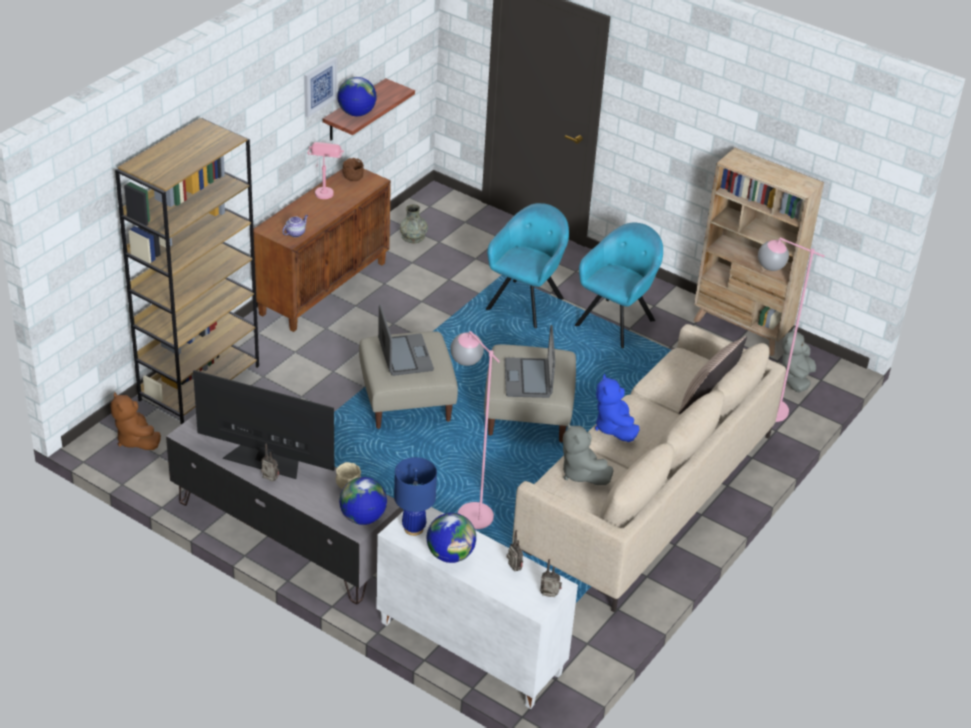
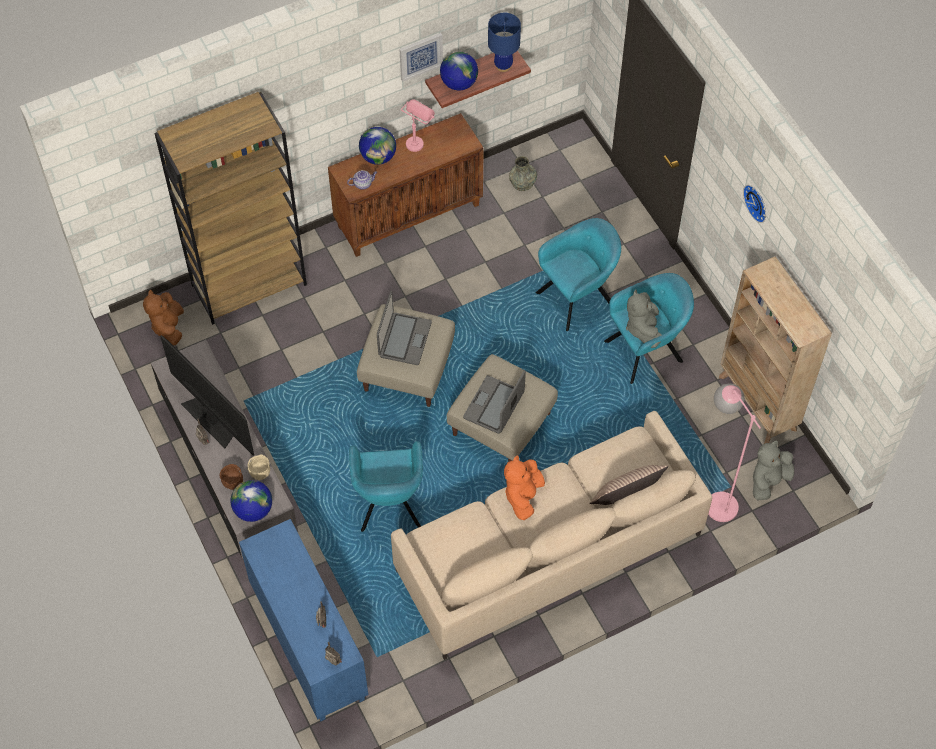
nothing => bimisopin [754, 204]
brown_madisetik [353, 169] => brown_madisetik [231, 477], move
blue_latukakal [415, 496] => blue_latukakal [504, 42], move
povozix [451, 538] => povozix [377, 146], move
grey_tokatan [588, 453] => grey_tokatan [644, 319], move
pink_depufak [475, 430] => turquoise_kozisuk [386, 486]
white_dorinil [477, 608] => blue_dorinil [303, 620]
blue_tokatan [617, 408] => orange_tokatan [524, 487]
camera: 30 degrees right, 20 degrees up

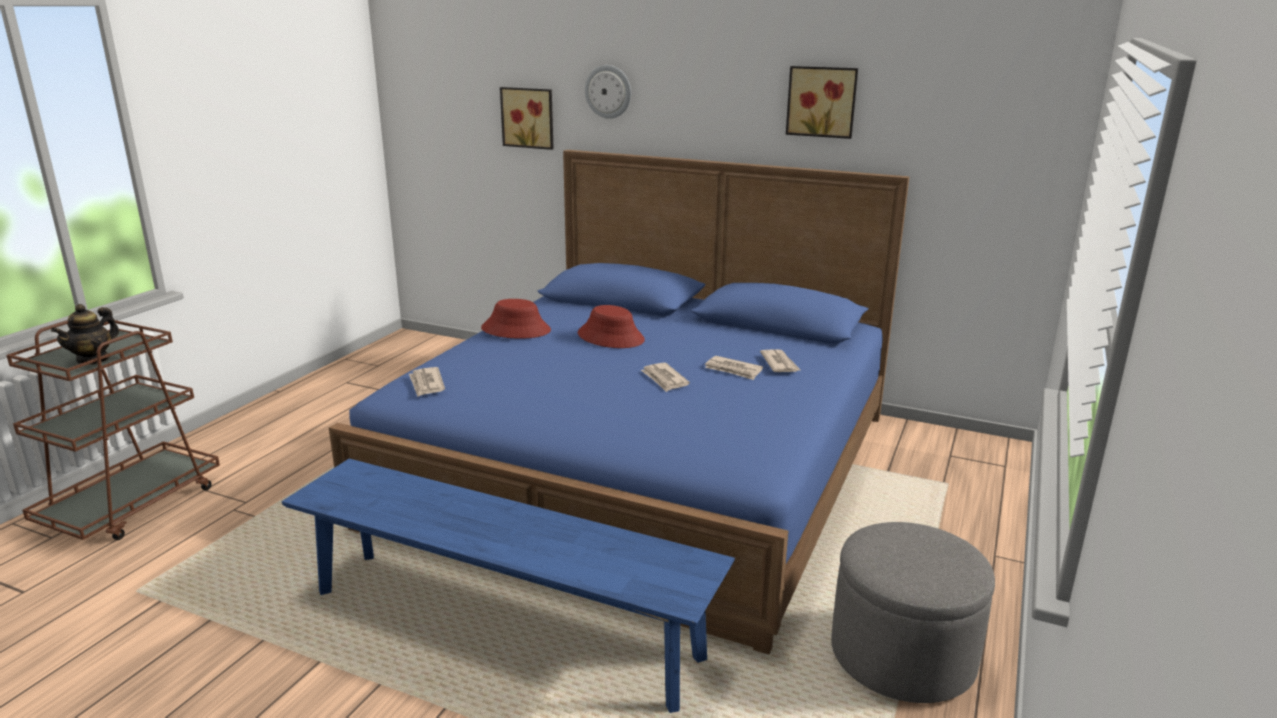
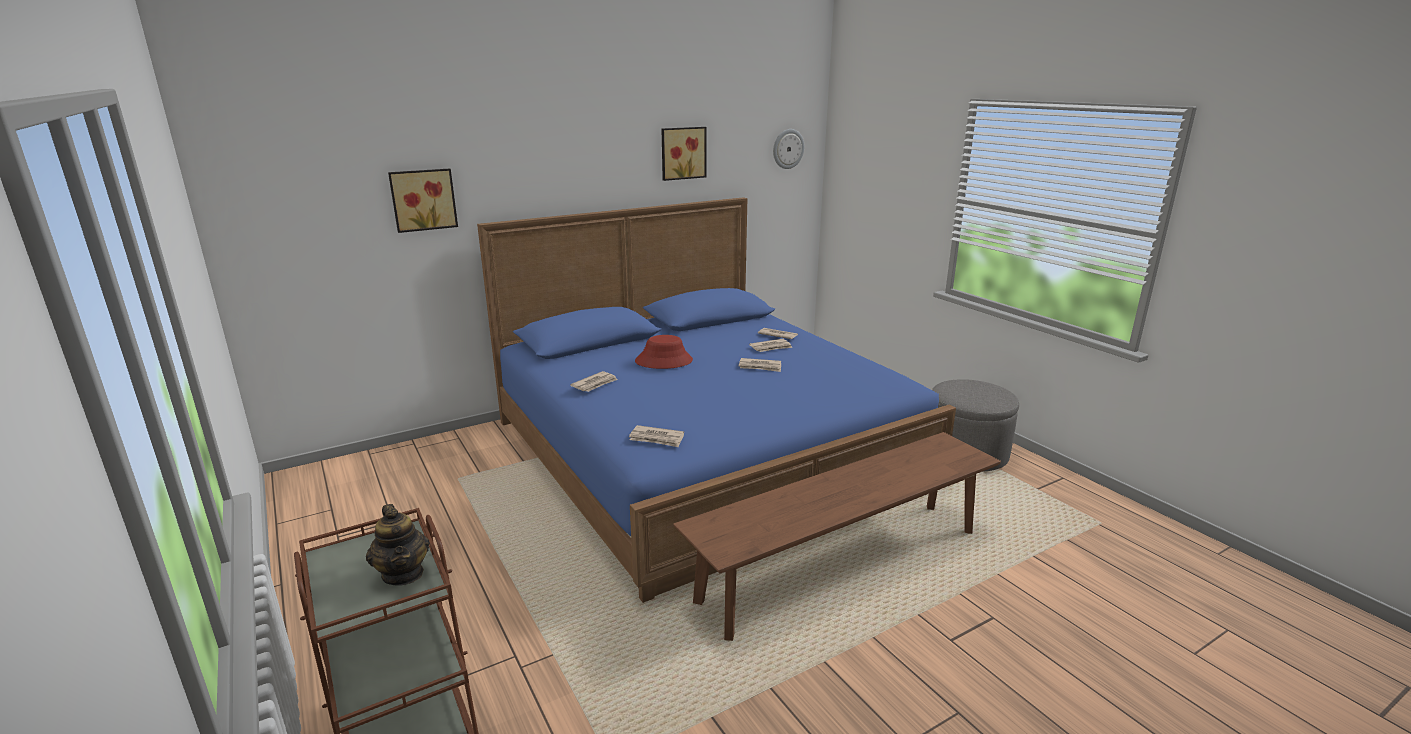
bimisopin [608, 92] => bimisopin [789, 149], move
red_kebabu [516, 319] => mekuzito [594, 381]
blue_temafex [508, 586] => brown_temafex [837, 536]
camera: 55 degrees left, 0 degrees up

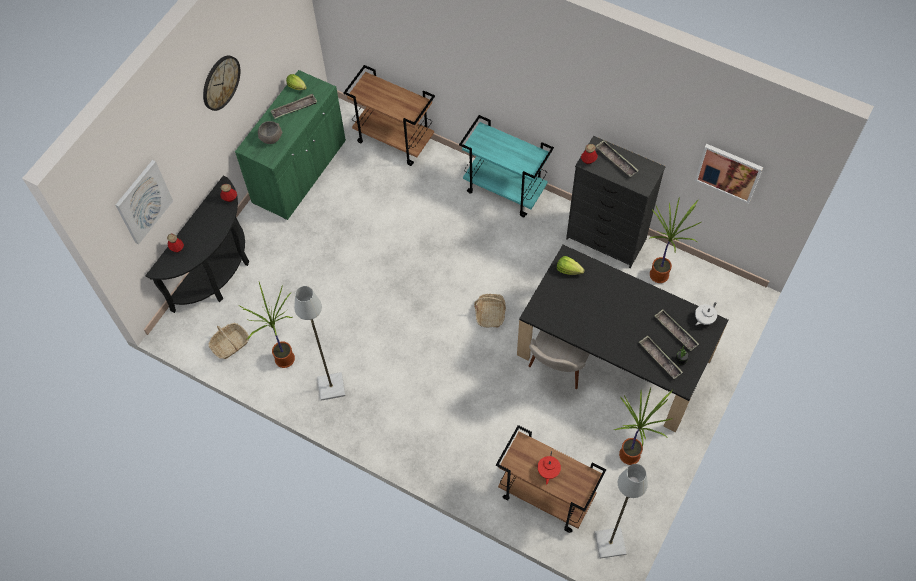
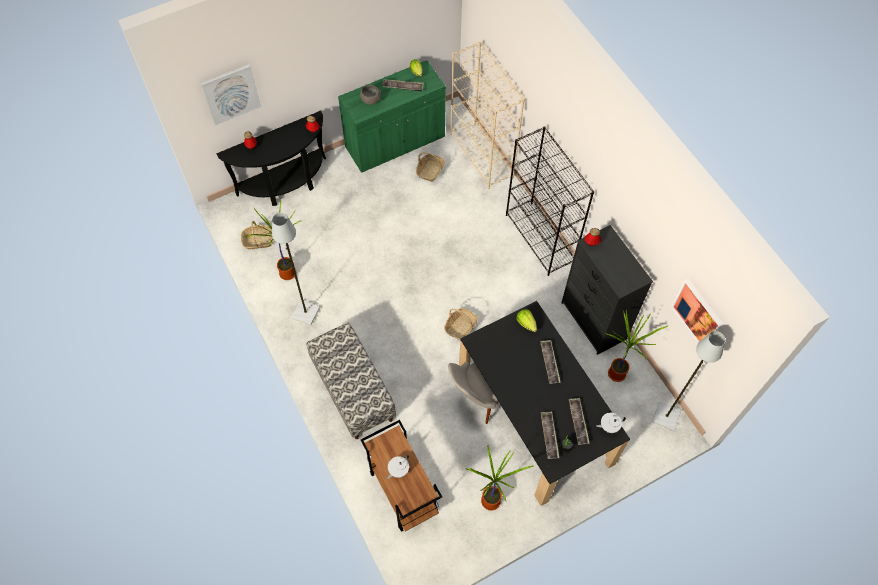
bimisopin [221, 83] => nothing
nothing => temafex [351, 381]
nothing => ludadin [430, 167]
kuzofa [616, 158] => kuzofa [550, 362], move
grey_depufak [621, 511] => grey_depufak [688, 381], move
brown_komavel [389, 115] => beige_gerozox [487, 115]
turquoise_komavel [506, 166] => black_gerozox [550, 201]
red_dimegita [549, 468] => white_dimegita [398, 467]
camera: 30 degrees right, 0 degrees up

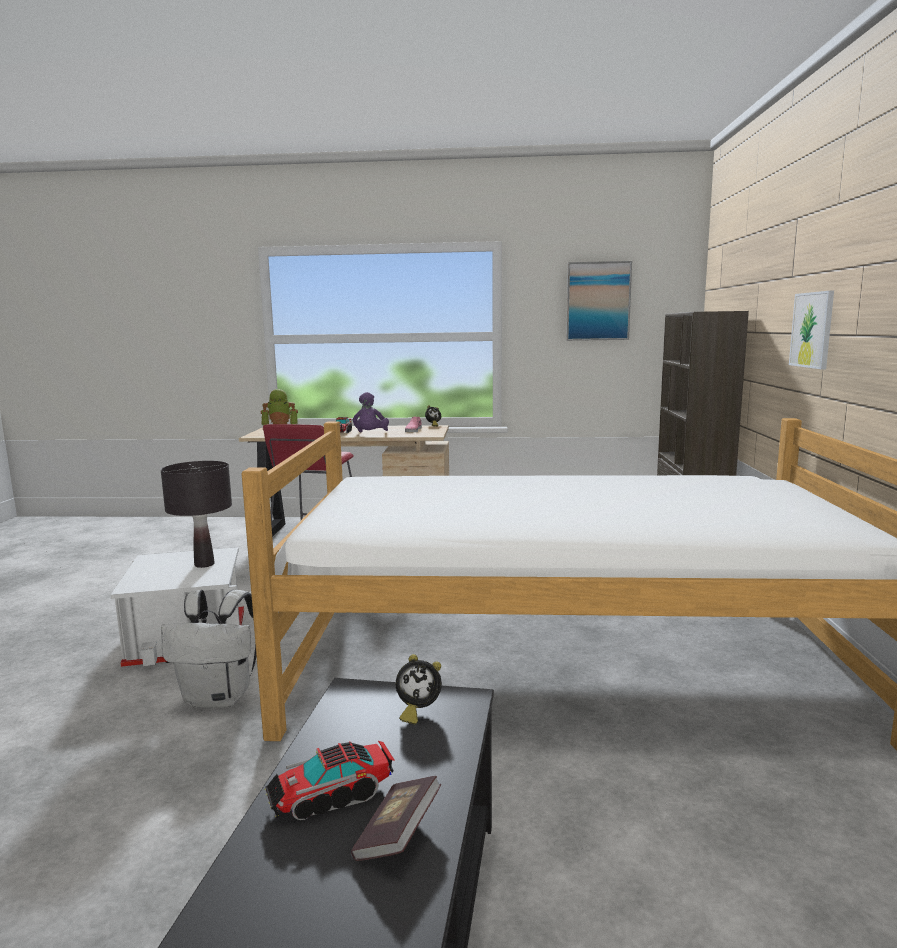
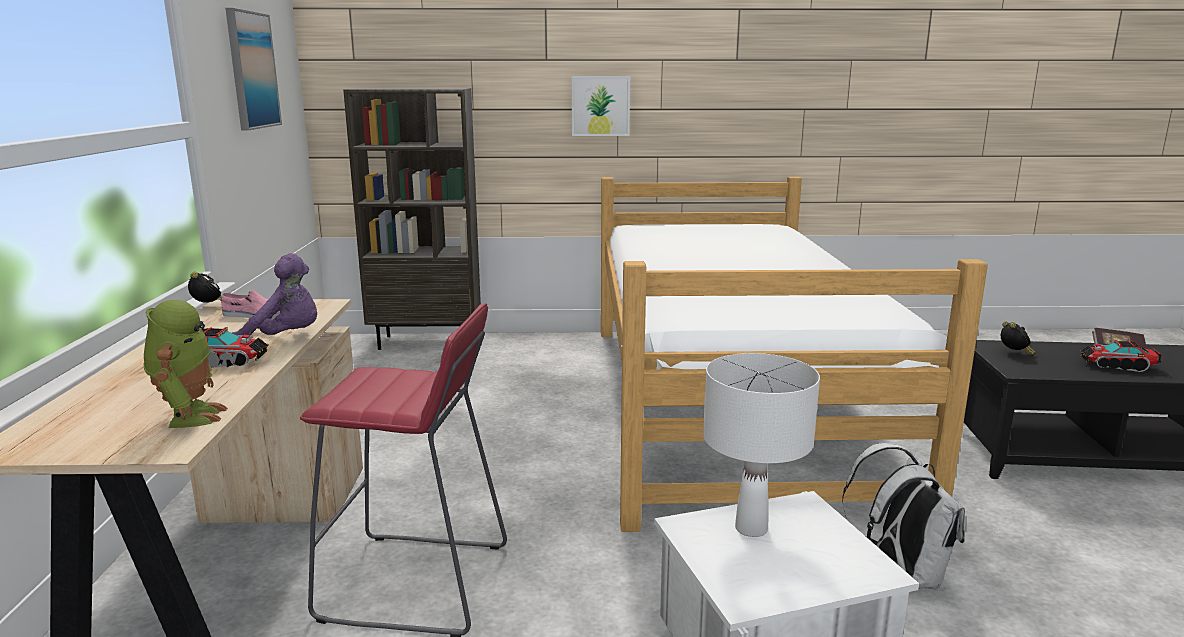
black_latukakal [196, 514] => white_latukakal [761, 445]
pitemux [329, 780] => pitemux [1121, 355], 135 degrees clockwise
camera: 95 degrees left, 5 degrees up

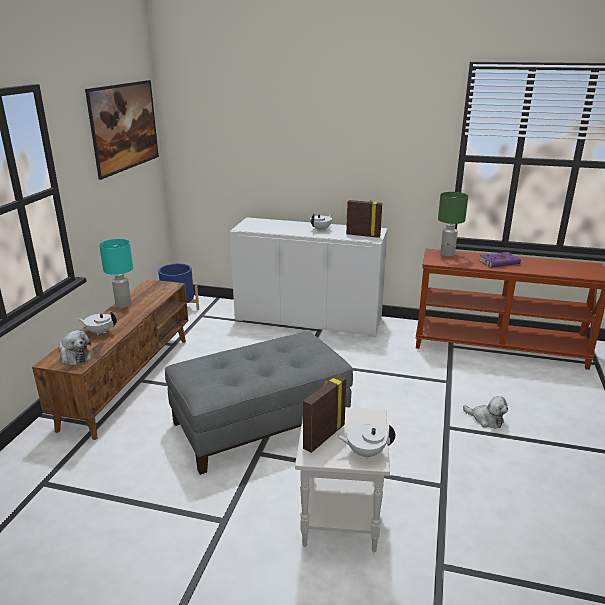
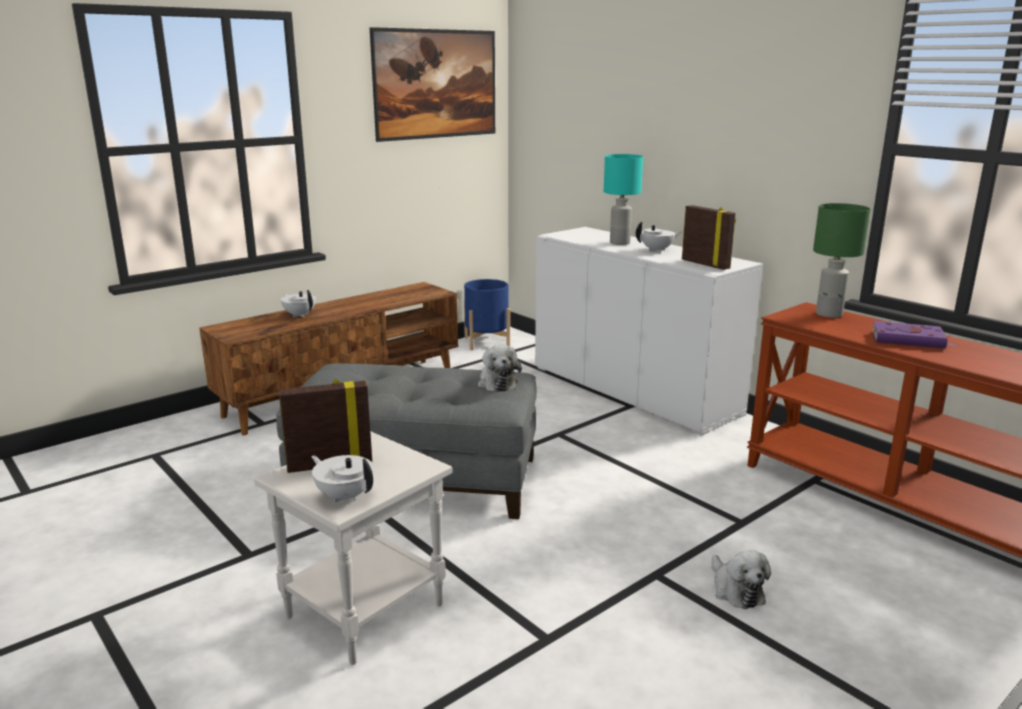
tokatan [75, 347] => tokatan [500, 368], move
turquoise_latukakal [116, 273] => turquoise_latukakal [623, 199], move
camera: 35 degrees right, 5 degrees down

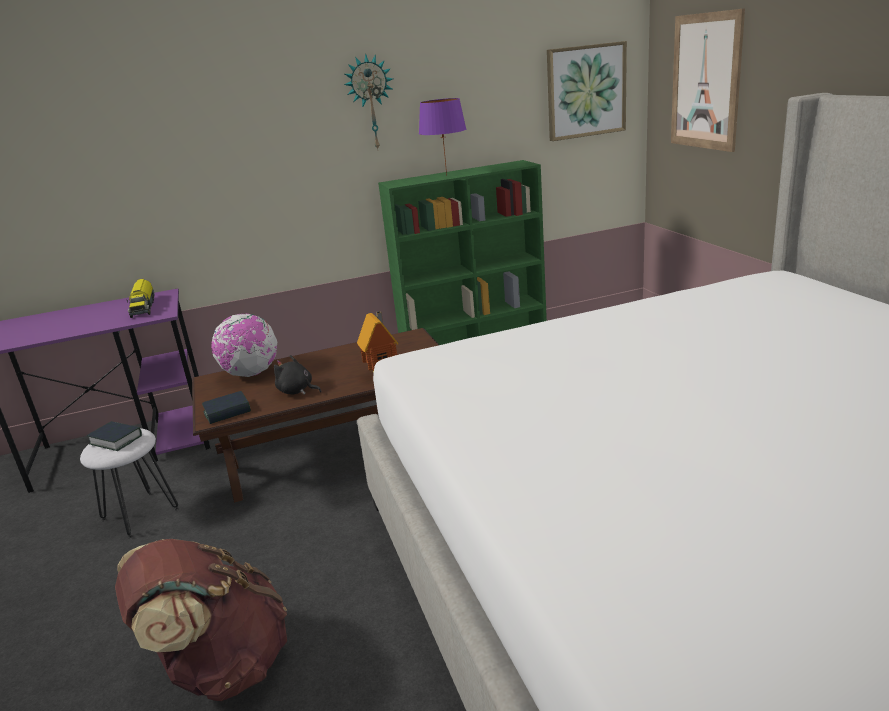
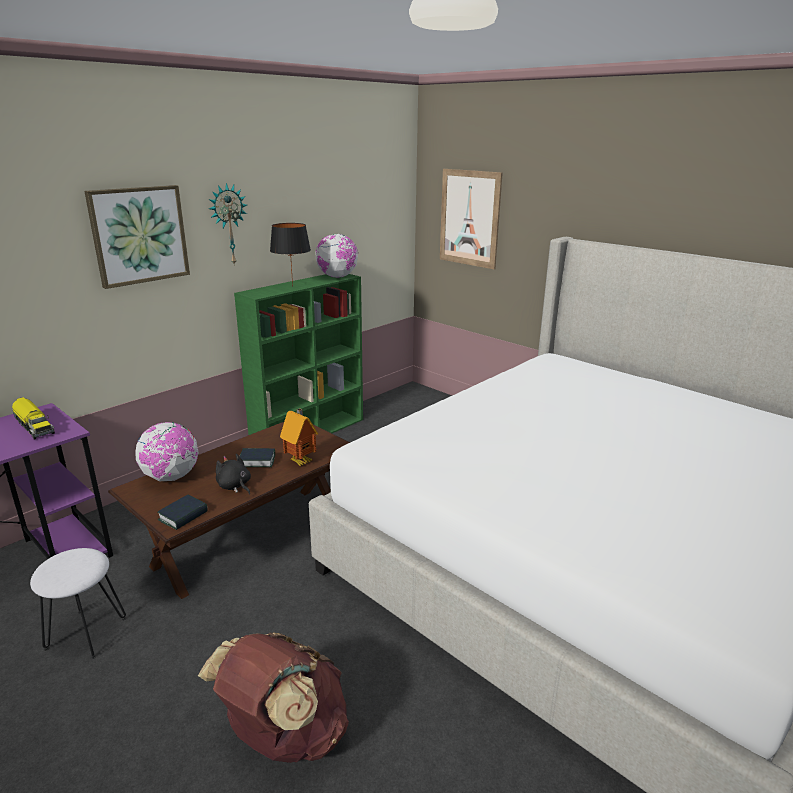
nothing => povozix [336, 256]
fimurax [114, 436] => fimurax [257, 457], move
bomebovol [587, 91] => bomebovol [137, 237], move
purple_latukakal [442, 137] => black_latukakal [290, 255]
black_tokatan [298, 375] => black_tokatan [233, 474], 45 degrees clockwise
camera: 30 degrees left, 0 degrees up

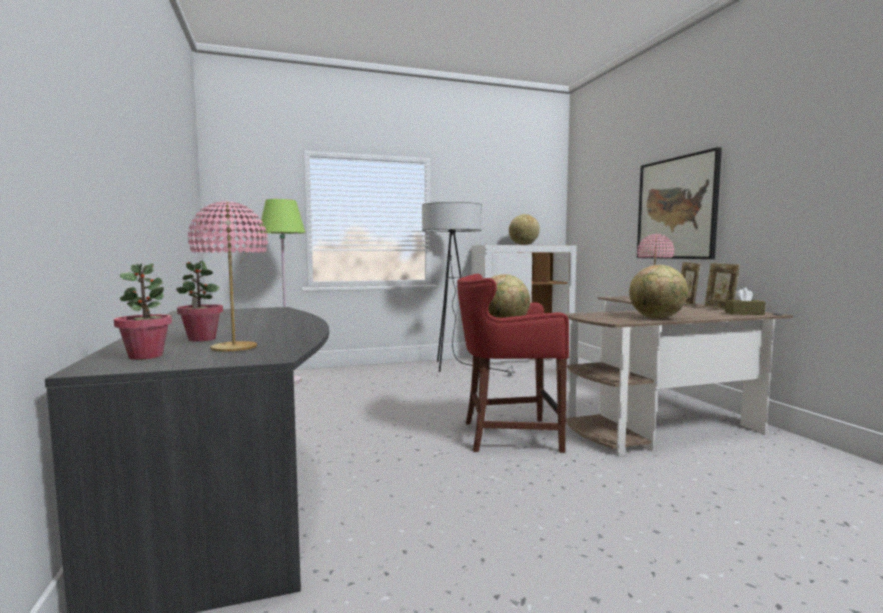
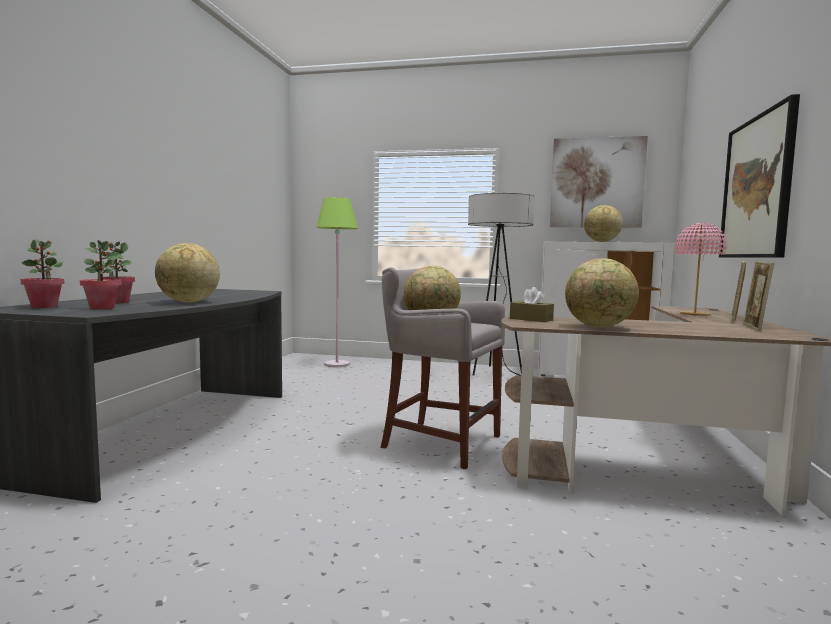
nothing => povozix [187, 273]
nothing => bomebovol [599, 182]
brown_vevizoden [745, 301] => brown_vevizoden [532, 304], move
pink_latukakal [228, 276] => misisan [100, 274]
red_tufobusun [513, 363] => grey_tufobusun [443, 368]
camera: 30 degrees right, 0 degrees up

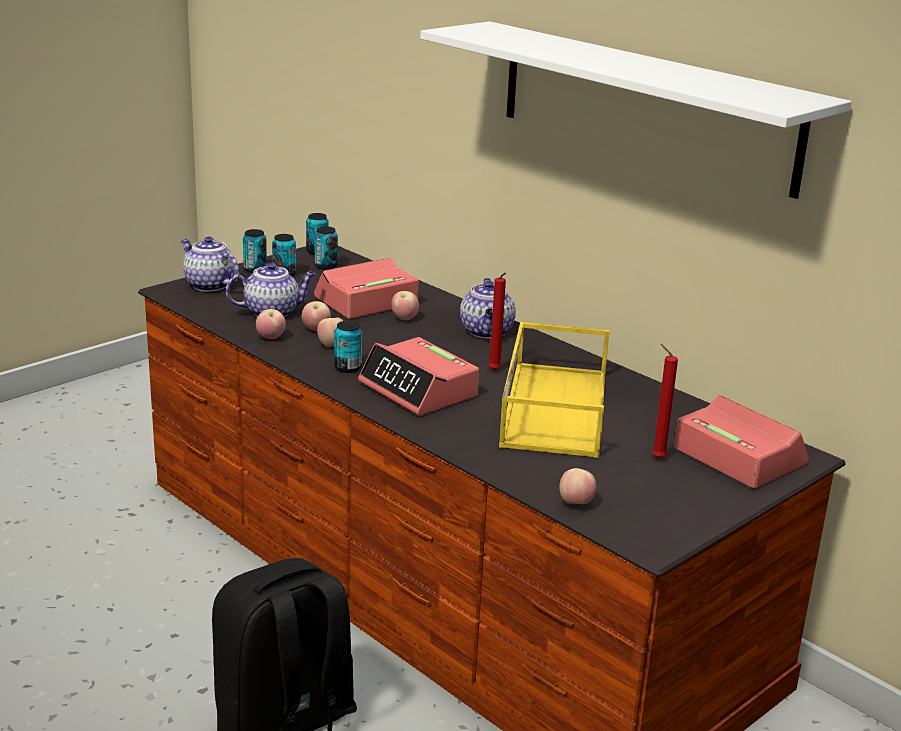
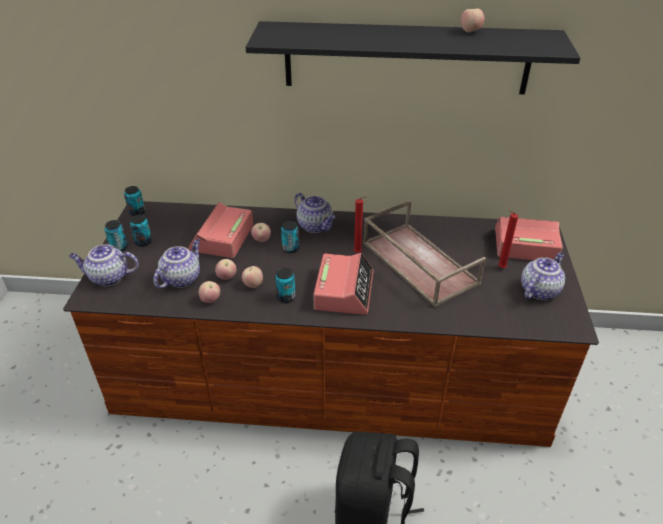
nothing => dimegita [543, 276]
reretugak [326, 248] => reretugak [290, 237], move
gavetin [577, 486] => gavetin [472, 21], move
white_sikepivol [636, 110] => black_sikepivol [413, 57]
yellow_kuzofa [554, 390] => brown_kuzofa [424, 254]
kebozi [418, 376] => kebozi [343, 284], 90 degrees counterclockwise
camera: 40 degrees left, 15 degrees up

